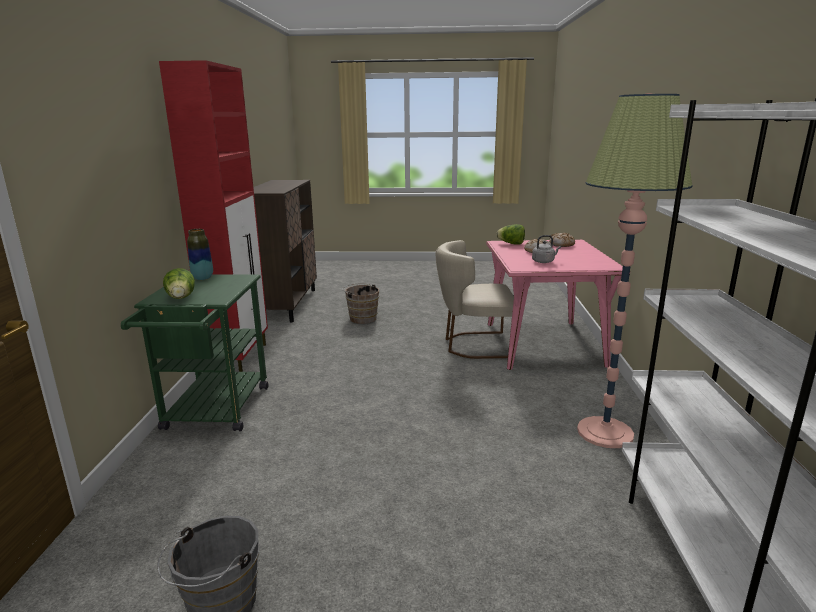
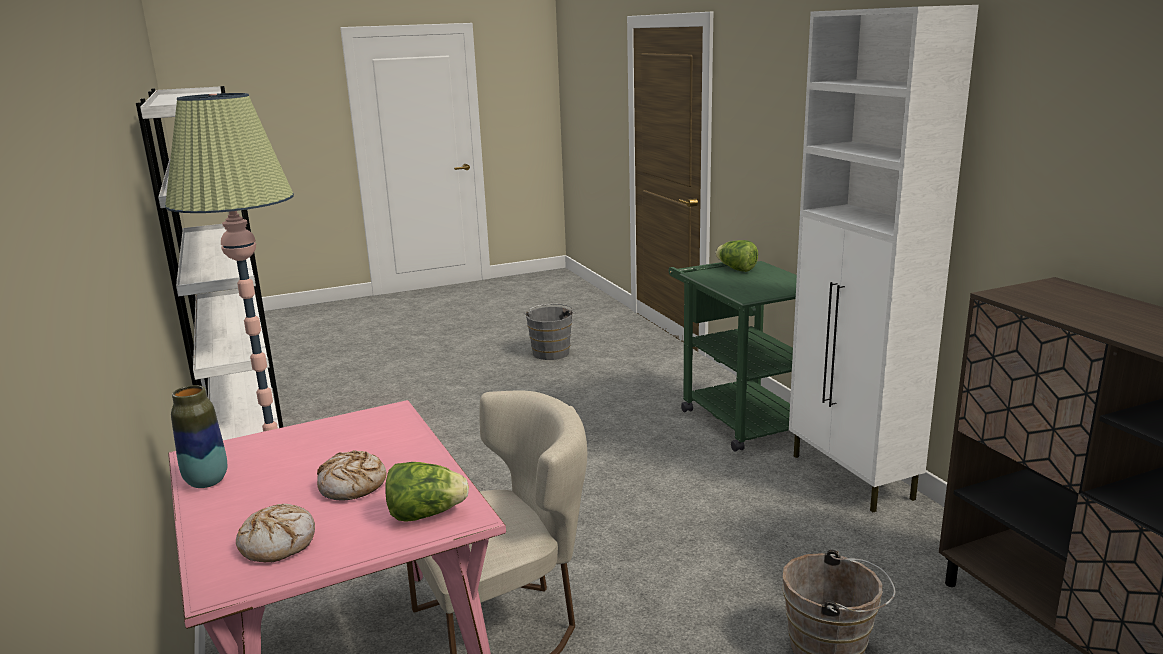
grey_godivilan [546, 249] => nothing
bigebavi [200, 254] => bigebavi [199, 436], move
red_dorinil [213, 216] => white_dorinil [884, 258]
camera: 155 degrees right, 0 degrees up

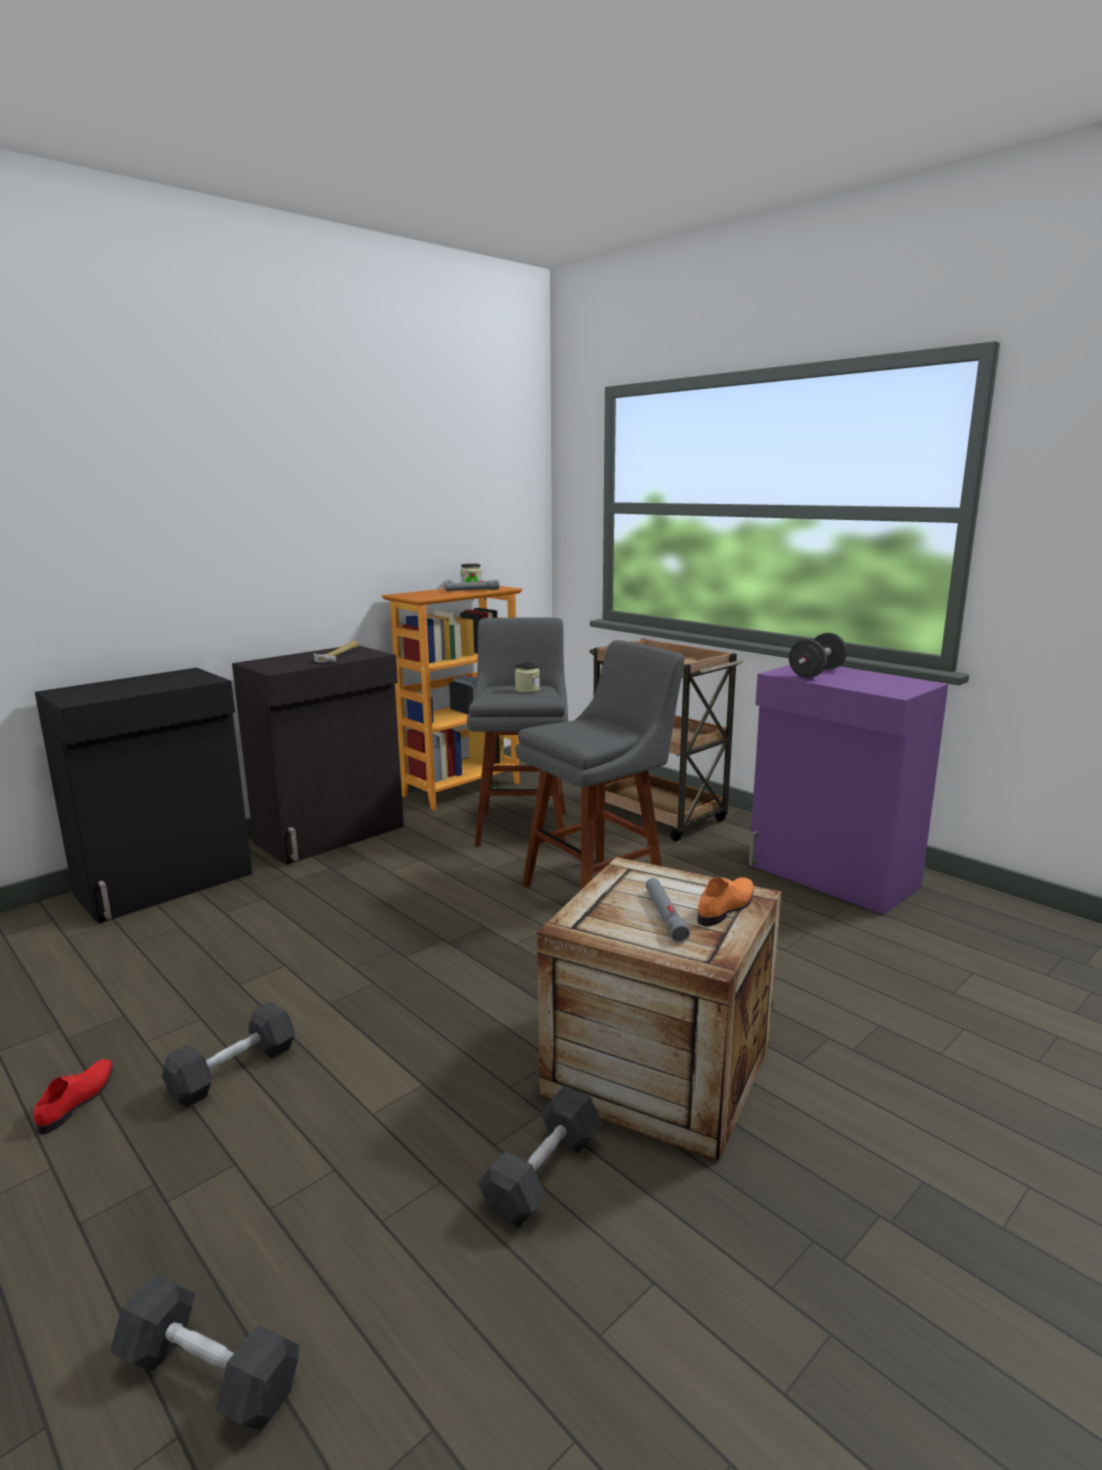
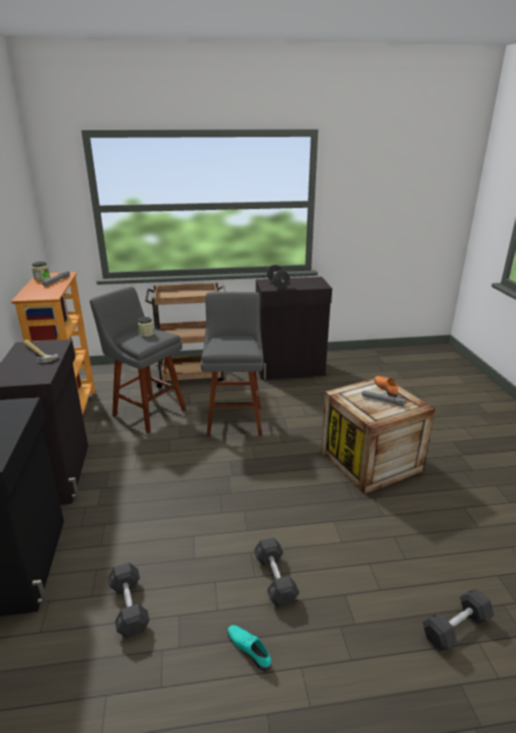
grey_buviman [540, 1156] => grey_buviman [129, 600], move
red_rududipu [73, 1097] => turquoise_rududipu [249, 648]
purple_dorinil [848, 790] => black_dorinil [294, 328]
camera: 55 degrees left, 10 degrees up

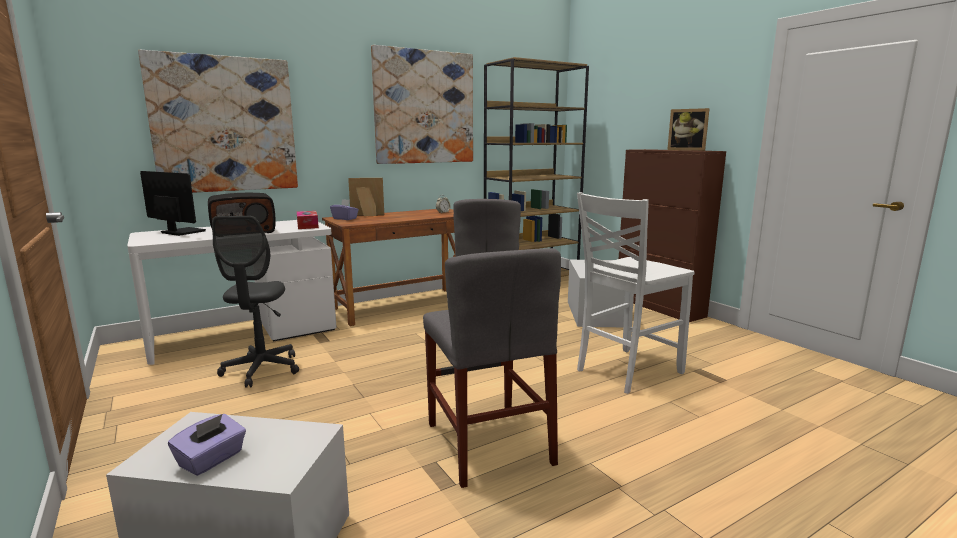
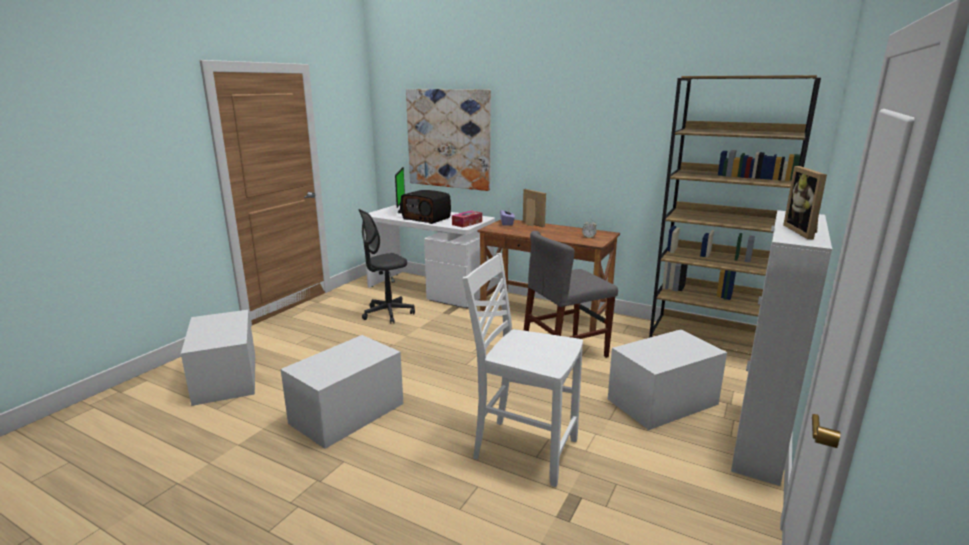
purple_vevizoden [207, 445] => nothing
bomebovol [422, 104] => nothing
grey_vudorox [492, 368] => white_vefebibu [342, 392]
brown_dorinil [672, 235] => white_dorinil [781, 348]
camera: 60 degrees right, 5 degrees up

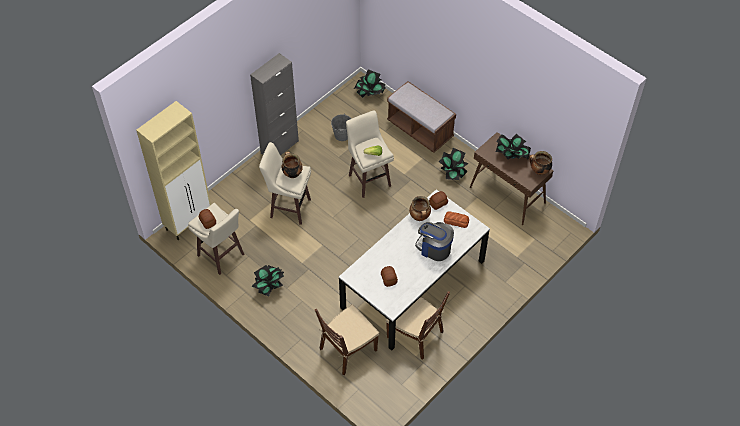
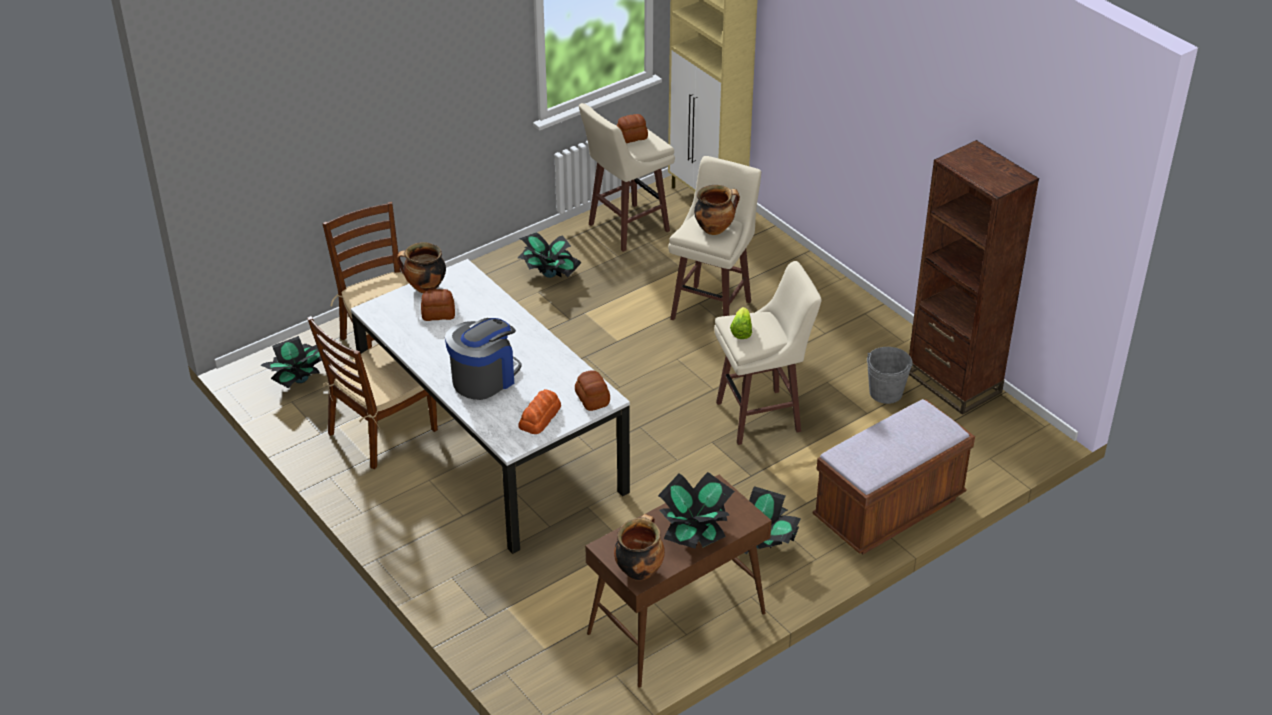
grey_dorinil [274, 104] => nothing
nothing => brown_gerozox [974, 277]
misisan [370, 83] => misisan [294, 362], move
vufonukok [420, 208] => vufonukok [421, 267], move
camera: 100 degrees right, 15 degrees down

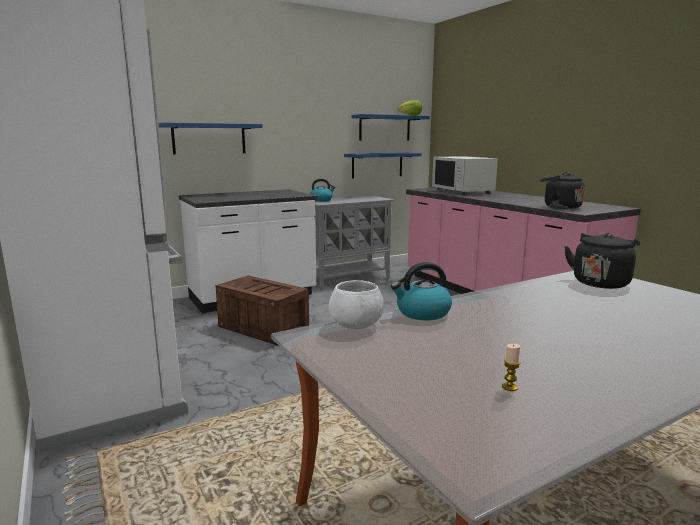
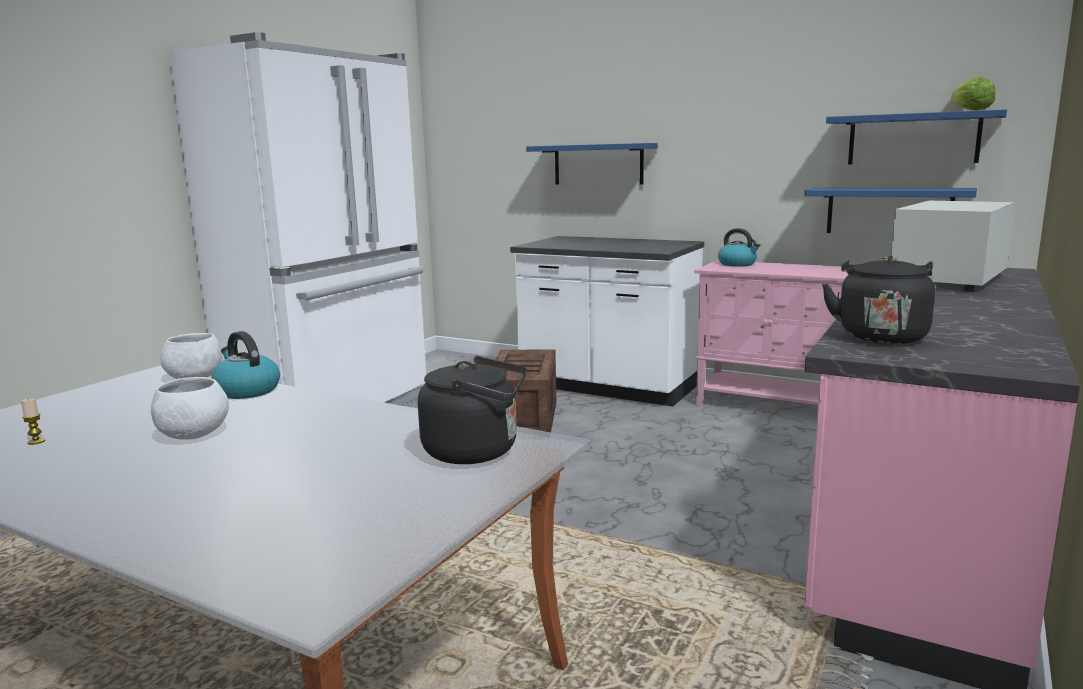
nothing => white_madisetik [190, 408]
grey_dorinil [354, 243] => pink_dorinil [771, 333]
camera: 60 degrees right, 0 degrees up

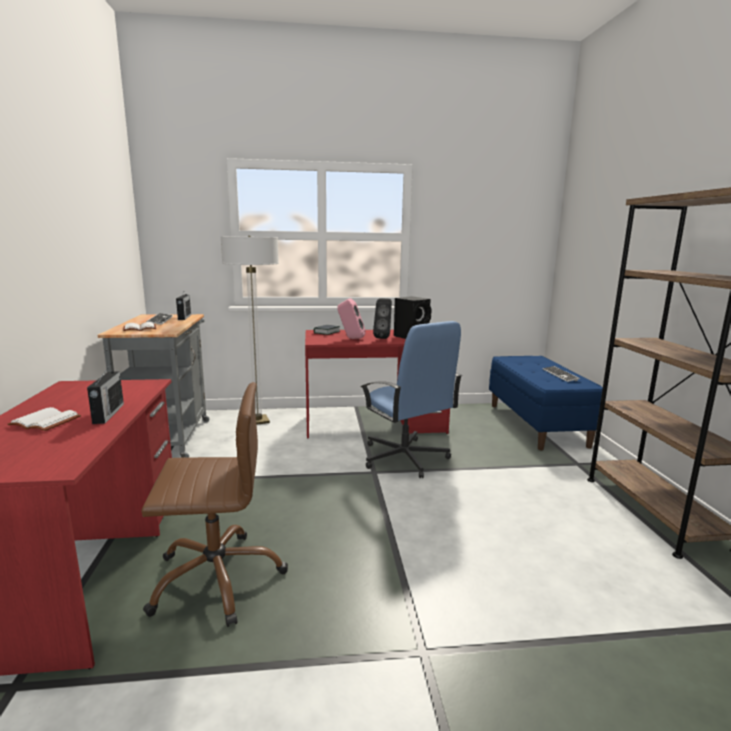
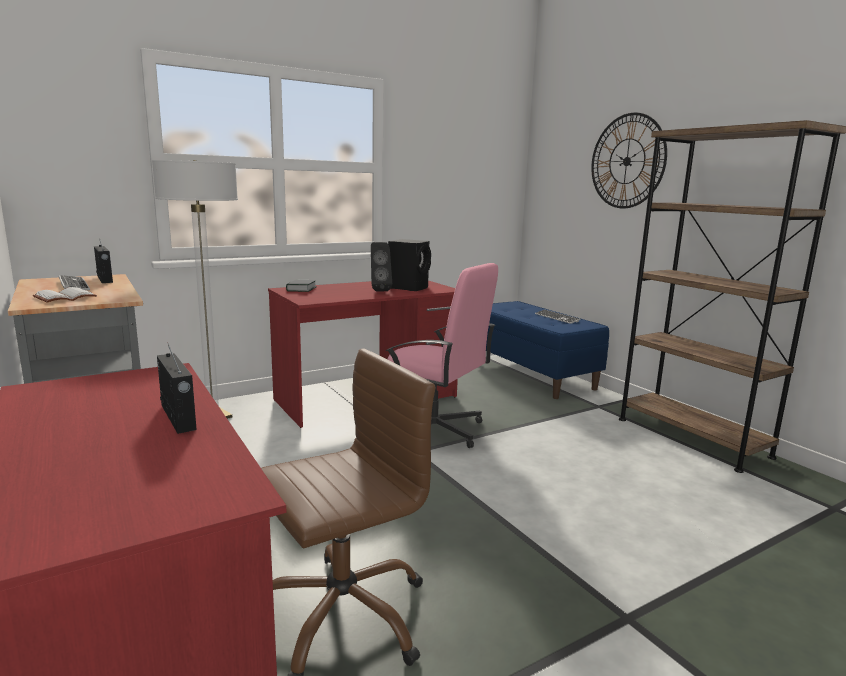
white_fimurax [44, 419] => nothing
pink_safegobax [351, 318] => nothing
nothing => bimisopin [629, 160]
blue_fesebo [412, 399] => pink_fesebo [442, 355]
camera: 25 degrees left, 0 degrees up

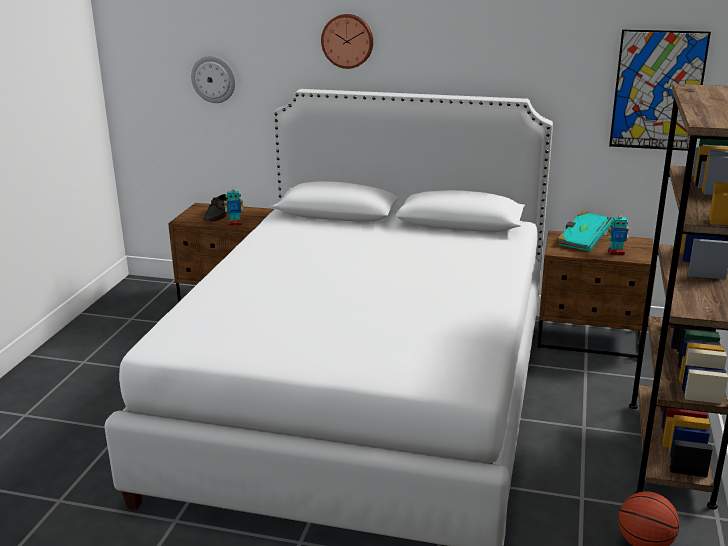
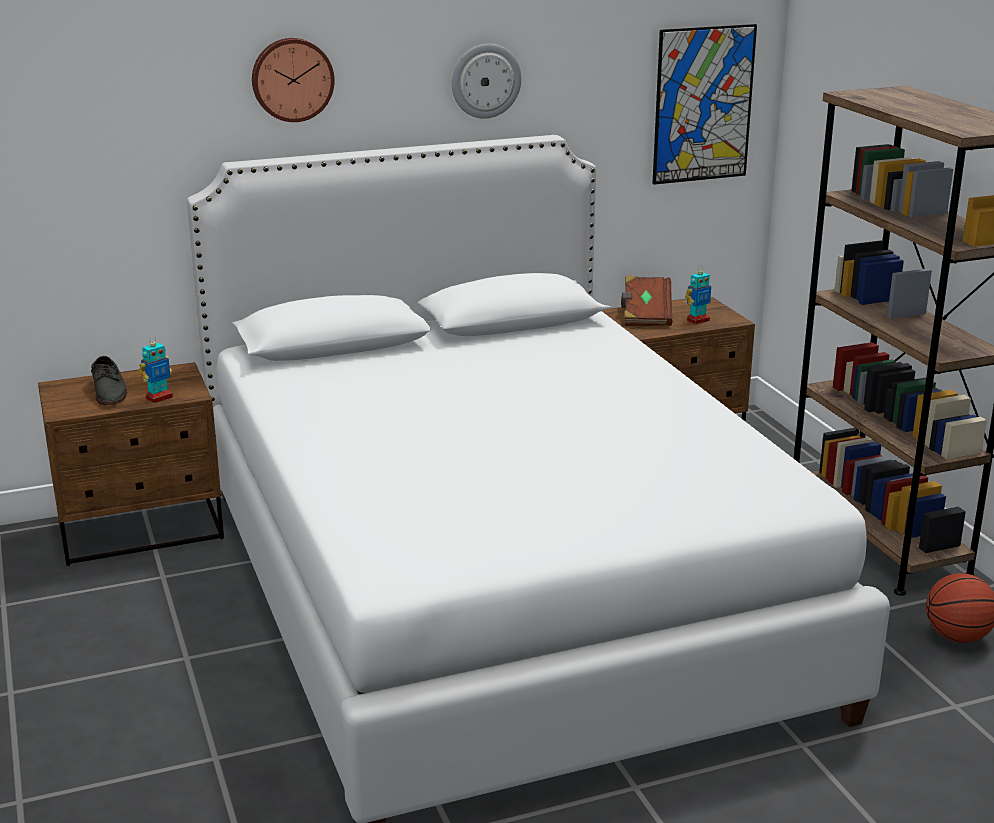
bimisopin [213, 79] => bimisopin [486, 81], move
turquoise_fimurax [585, 231] => brown_fimurax [646, 301]
camera: 35 degrees left, 0 degrees up

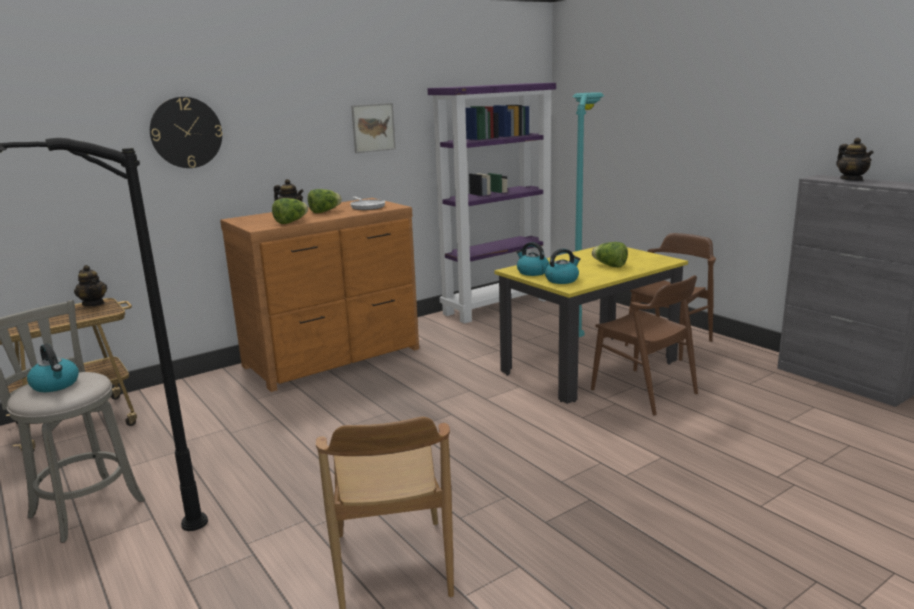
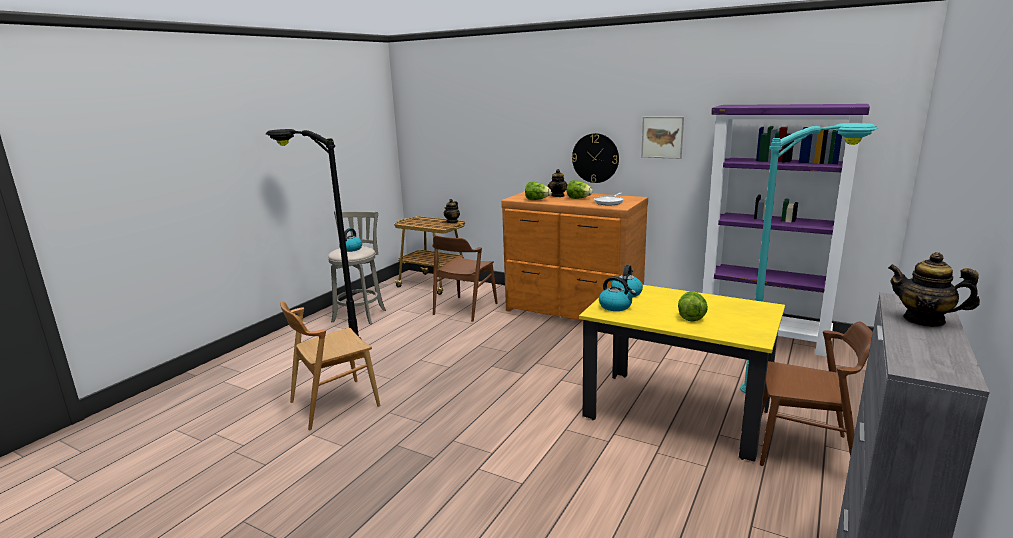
bimisopin [186, 132] => bimisopin [595, 158], move
brown_vudorox [644, 345] => brown_vudorox [465, 279], move
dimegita [855, 159] => dimegita [934, 289], 75 degrees clockwise
camera: 65 degrees right, 0 degrees up

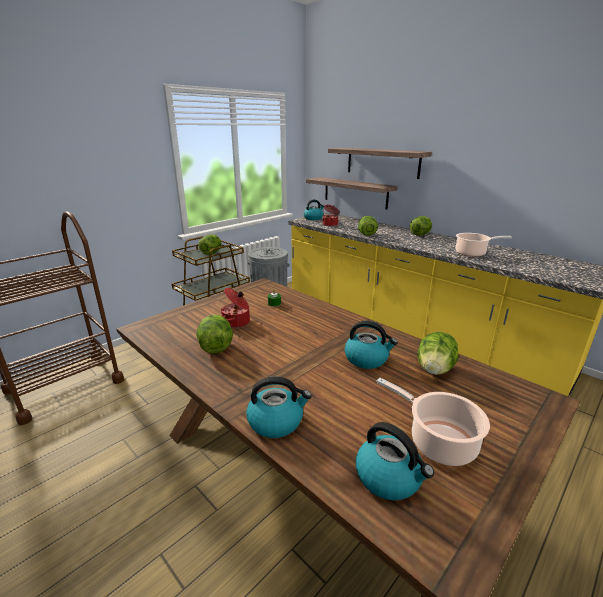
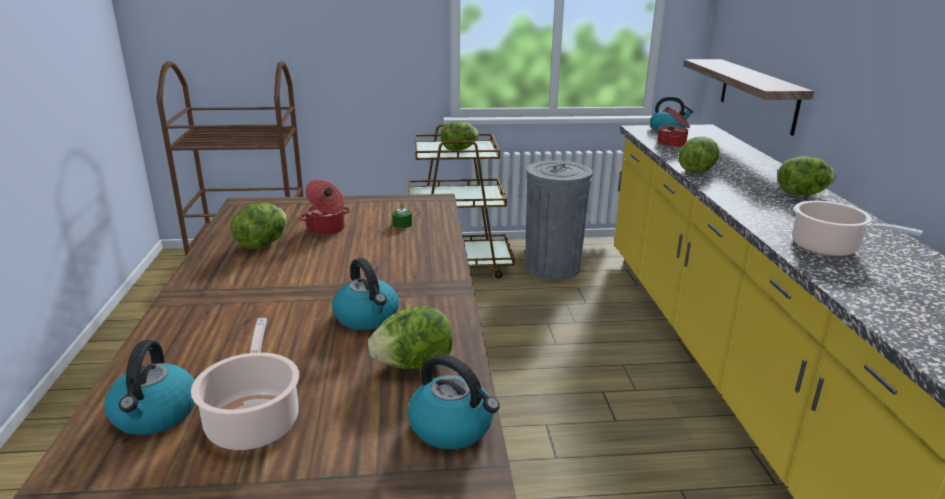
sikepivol [380, 163] => nothing
godivilan [279, 407] => godivilan [454, 401], move
camera: 40 degrees right, 0 degrees up

